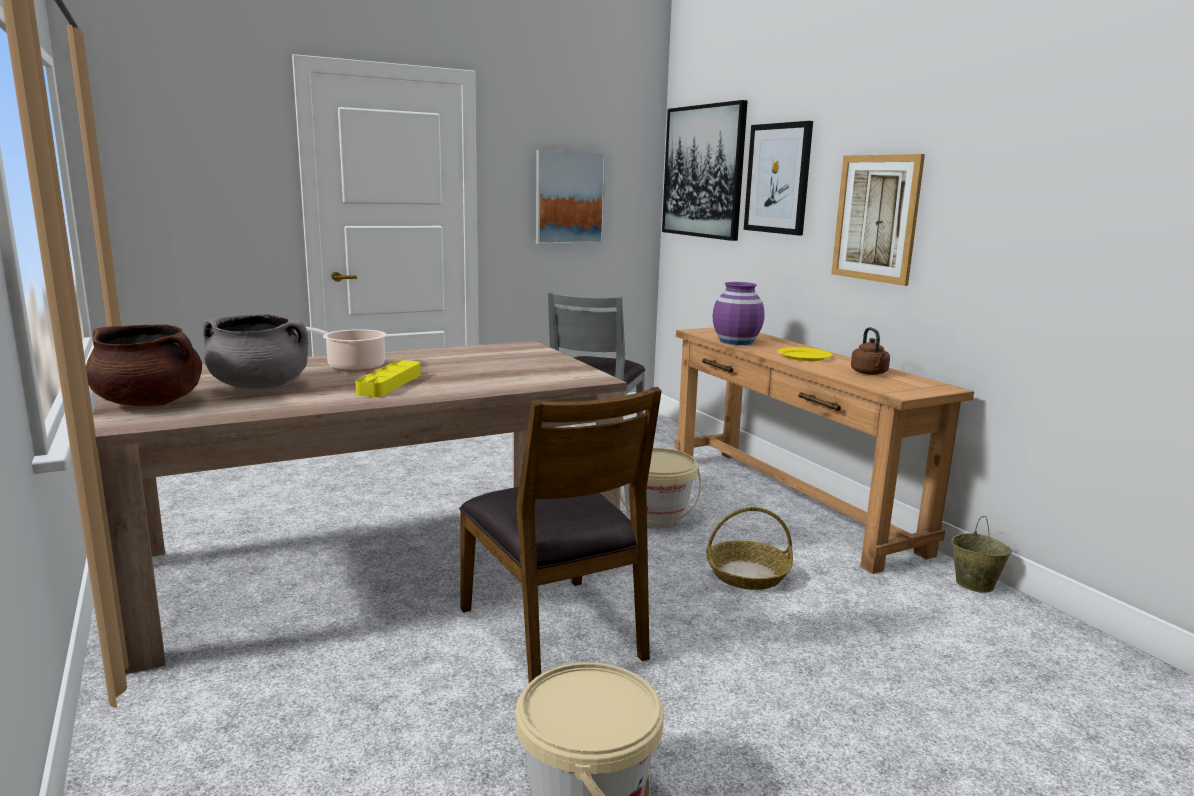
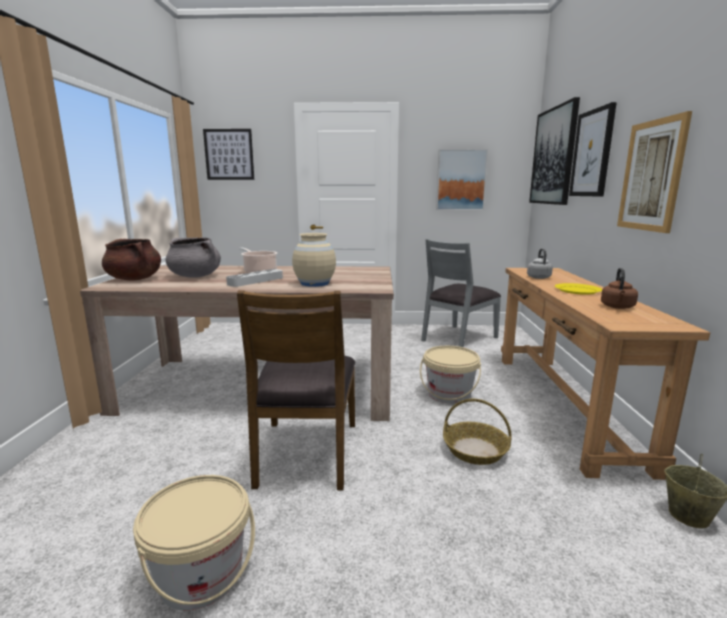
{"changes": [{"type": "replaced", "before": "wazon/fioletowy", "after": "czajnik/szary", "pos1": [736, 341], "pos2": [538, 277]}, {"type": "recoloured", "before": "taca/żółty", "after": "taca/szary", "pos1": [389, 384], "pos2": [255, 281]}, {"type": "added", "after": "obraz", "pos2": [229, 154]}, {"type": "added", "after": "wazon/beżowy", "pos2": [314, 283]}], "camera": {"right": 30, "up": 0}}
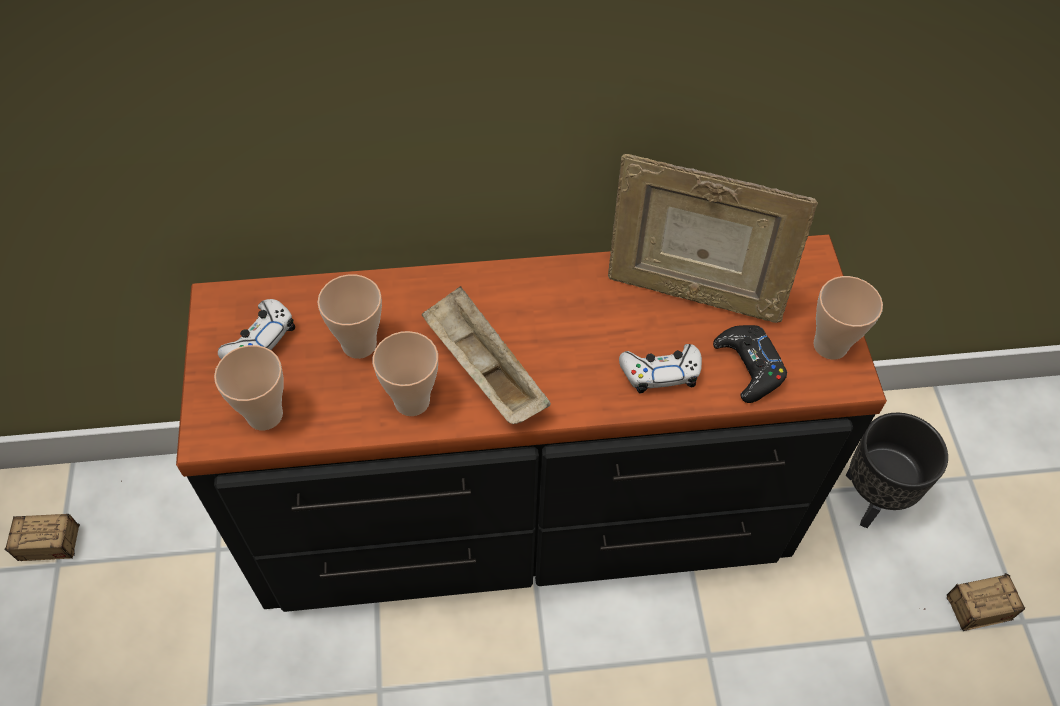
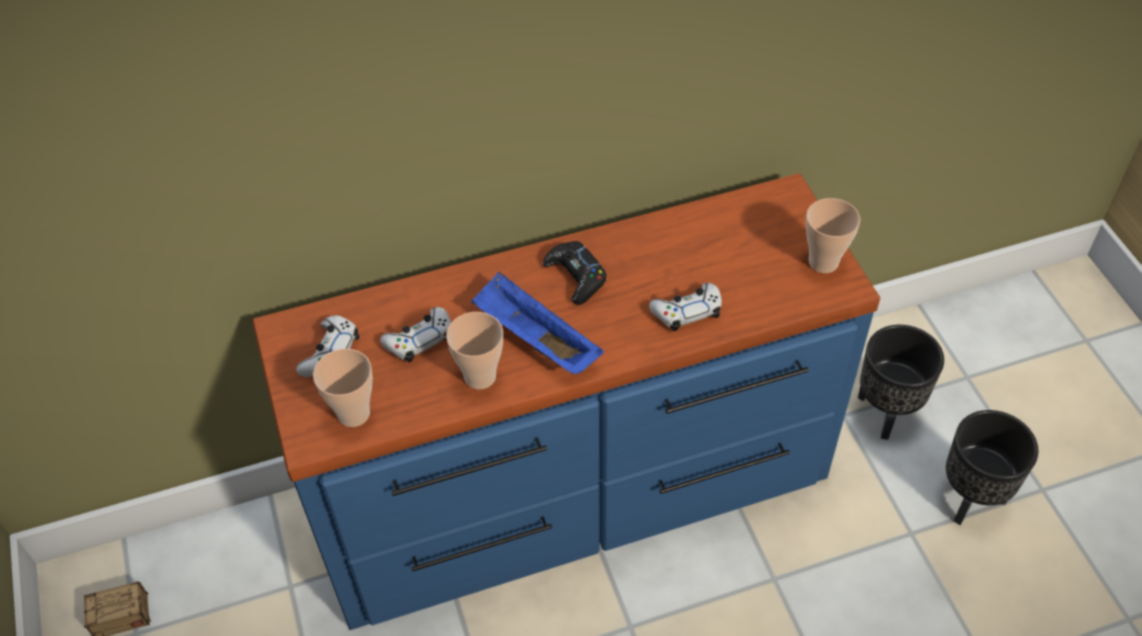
{"changes": [{"type": "removed", "before": "ramka na zdjęcie", "pos1": [692, 293]}, {"type": "recoloured", "before": "komoda/czarny", "after": "komoda/niebieski", "pos1": [525, 513], "pos2": [574, 492]}, {"type": "replaced", "before": "filiżanka", "after": "pad do gier/biały", "pos1": [359, 344], "pos2": [420, 340]}, {"type": "recoloured", "before": "taca/beżowy", "after": "taca/niebieski", "pos1": [483, 370], "pos2": [534, 339]}, {"type": "moved", "before": "pad do gier/czarny", "pos1": [748, 367], "pos2": [576, 277]}, {"type": "replaced", "before": "pojemnik do przechowywania", "after": "donica/czarny", "pos1": [943, 615], "pos2": [972, 499]}], "camera": {"right": -10, "up": -5}}
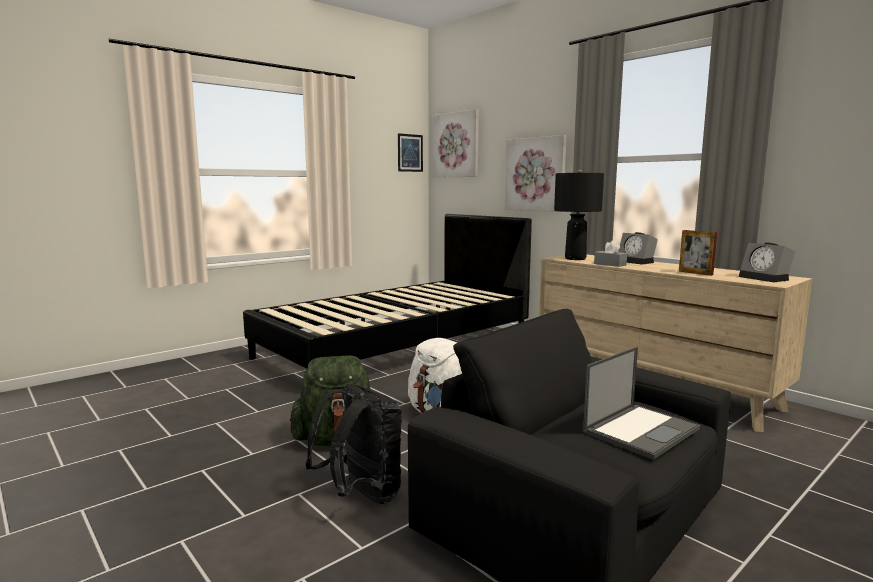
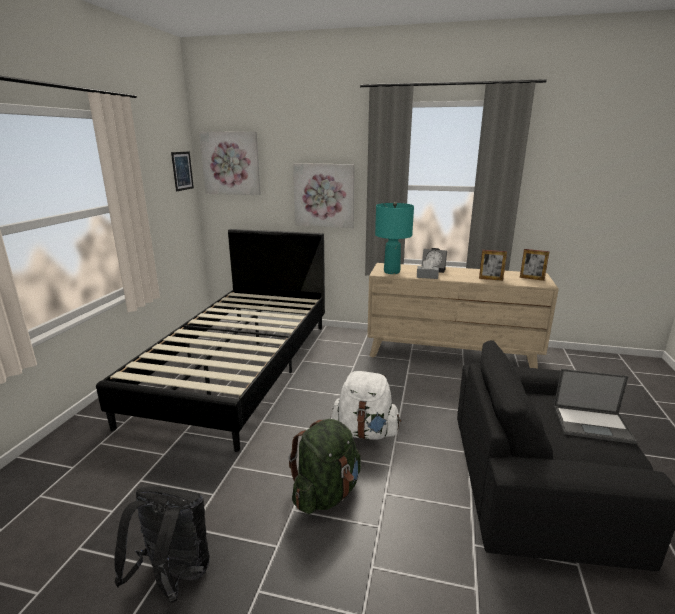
{"changes": [{"type": "recoloured", "before": "lampa stołowa/czarny", "after": "lampa stołowa/turkusowy", "pos1": [575, 259], "pos2": [392, 272]}, {"type": "replaced", "before": "budzik", "after": "ramka na zdjęcie", "pos1": [765, 278], "pos2": [531, 278]}, {"type": "turned", "before": "laptop", "pos1": [641, 430], "pos2": [592, 424], "turn": 90}, {"type": "moved", "before": "plecak/czarny", "pos1": [361, 495], "pos2": [173, 577]}], "camera": {"right": -35, "up": 10}}
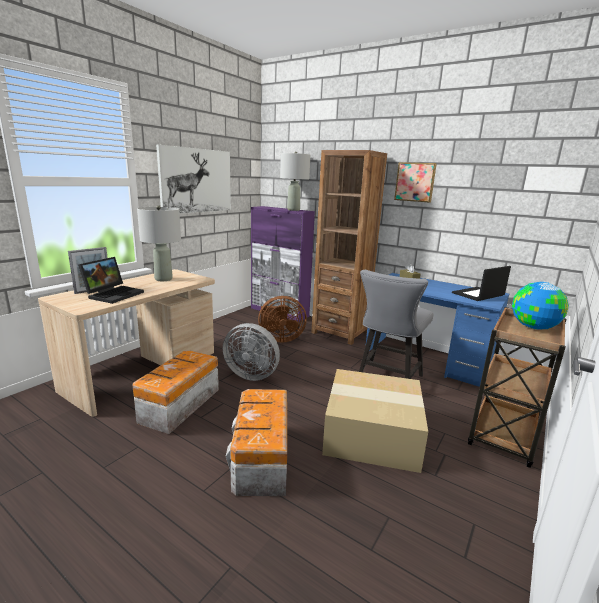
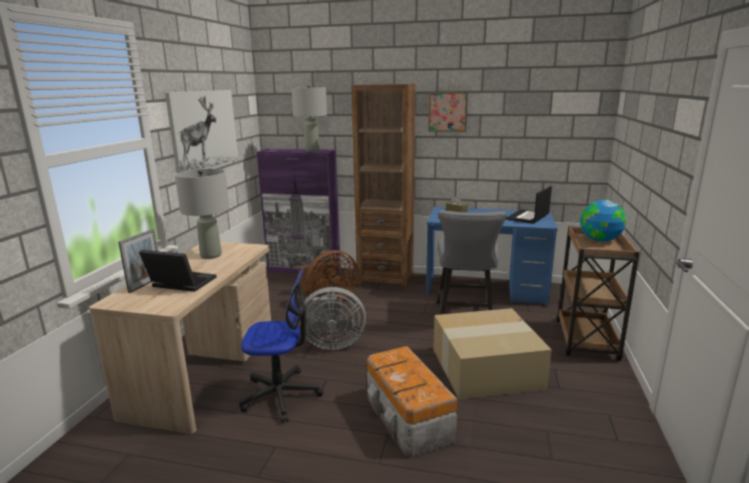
{"changes": [{"type": "turned", "before": "laptop", "pos1": [114, 294], "pos2": [179, 284], "turn": -75}, {"type": "replaced", "before": "pojemnik do przechowywania", "after": "krzesło biurowe", "pos1": [178, 406], "pos2": [281, 395]}], "camera": {"right": -20, "up": 0}}
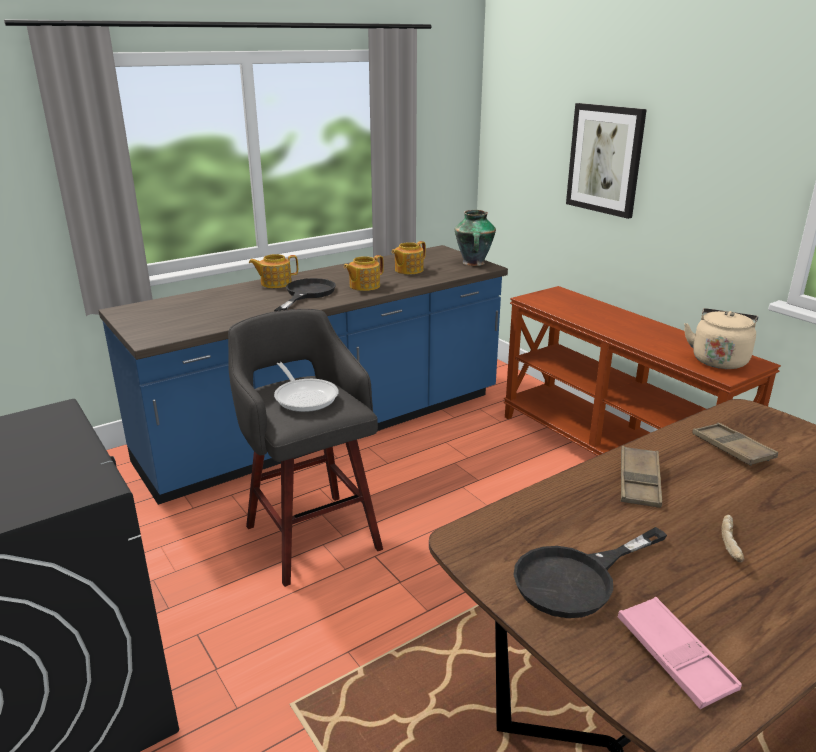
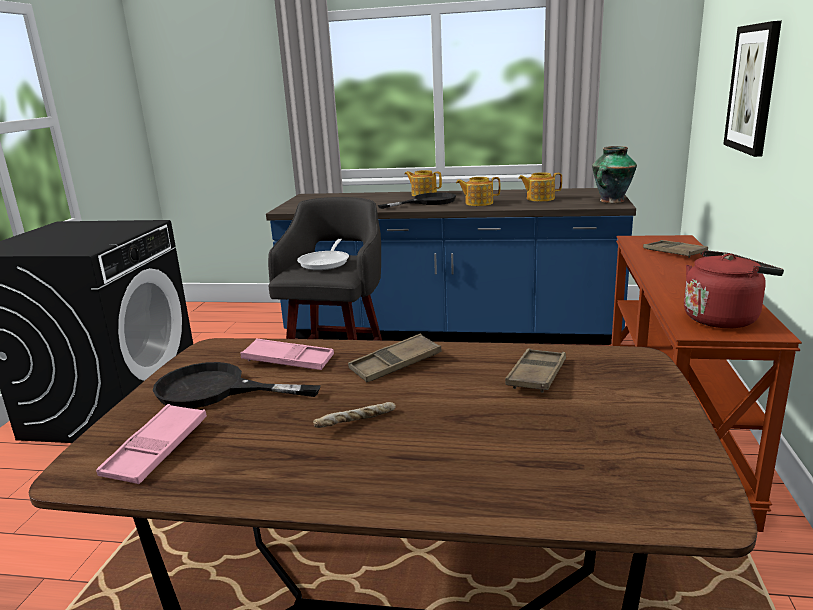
{"changes": [{"type": "recoloured", "before": "czajnik/beżowy", "after": "czajnik/czerwony", "pos1": [719, 360], "pos2": [723, 318]}, {"type": "added", "after": "taca/brązowy", "pos2": [674, 253]}, {"type": "added", "after": "taca/różowy", "pos2": [288, 361]}], "camera": {"right": 45, "up": -5}}
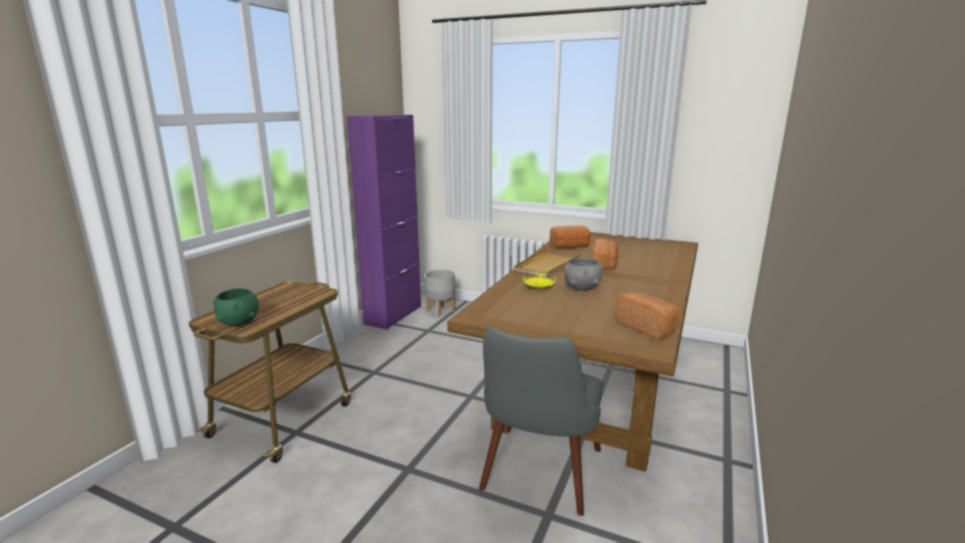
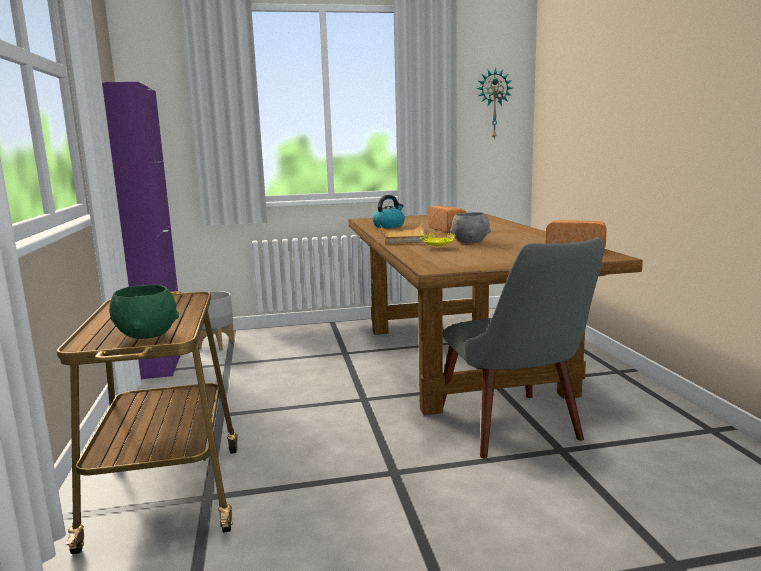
{"changes": [{"type": "replaced", "before": "chleb", "after": "czajnik", "pos1": [570, 247], "pos2": [389, 226]}, {"type": "added", "after": "zegar ścienny", "pos2": [493, 104]}], "camera": {"right": -35, "up": -5}}
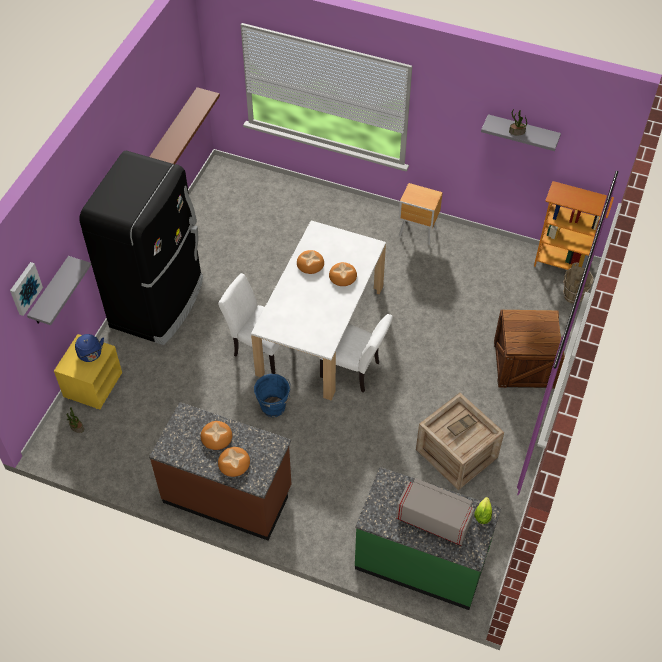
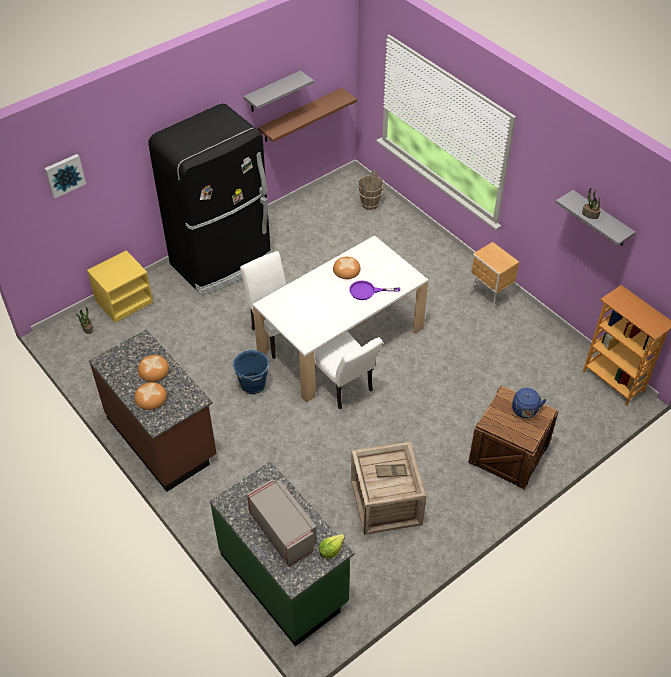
{"changes": [{"type": "moved", "before": "półka/szary", "pos1": [50, 292], "pos2": [272, 92]}, {"type": "replaced", "before": "chleb", "after": "patelnia/fioletowy", "pos1": [342, 276], "pos2": [367, 291]}, {"type": "moved", "before": "wiadro/brązowy", "pos1": [573, 296], "pos2": [370, 204]}, {"type": "moved", "before": "czajnik/niebieski", "pos1": [91, 355], "pos2": [525, 411]}], "camera": {"right": 30, "up": -5}}
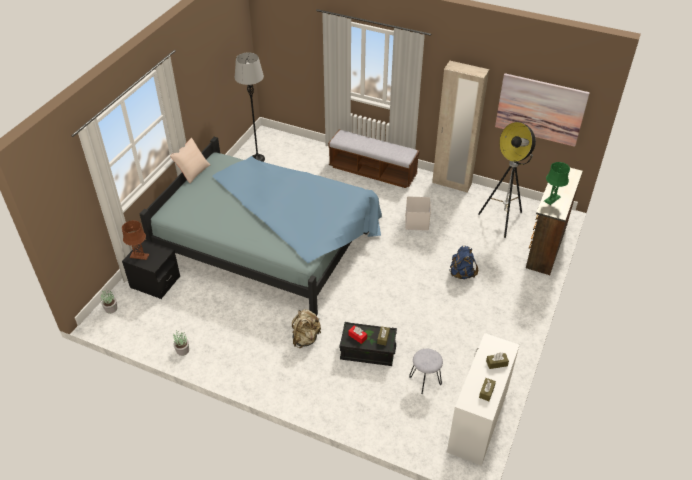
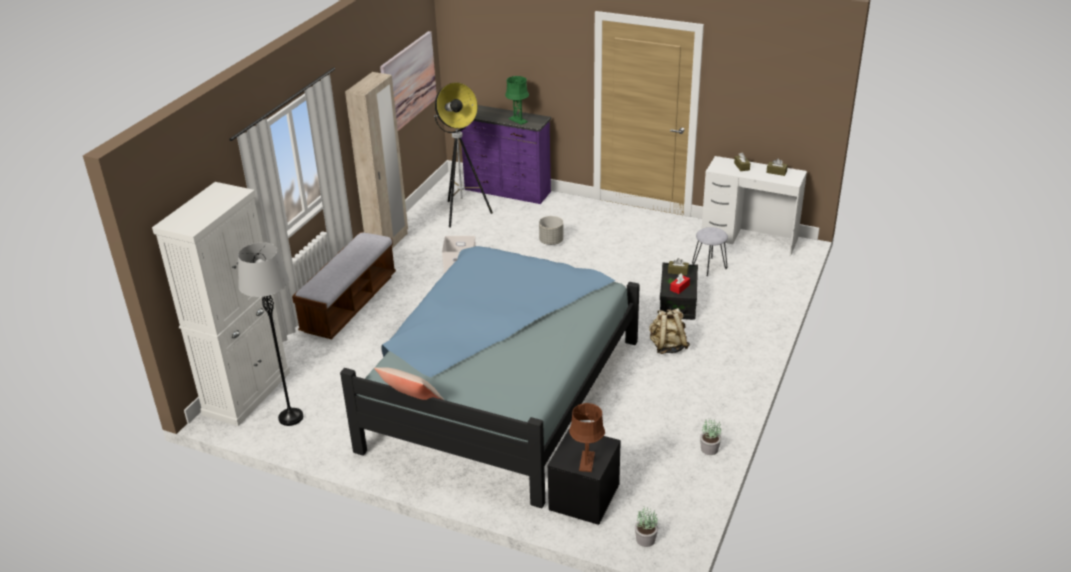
{"changes": [{"type": "recoloured", "before": "komoda/brązowy", "after": "komoda/fioletowy", "pos1": [545, 247], "pos2": [507, 191]}, {"type": "replaced", "before": "plecak/niebieski", "after": "donica/szary", "pos1": [461, 274], "pos2": [551, 241]}, {"type": "added", "after": "szafka/biały", "pos2": [247, 393]}], "camera": {"right": -90, "up": -10}}
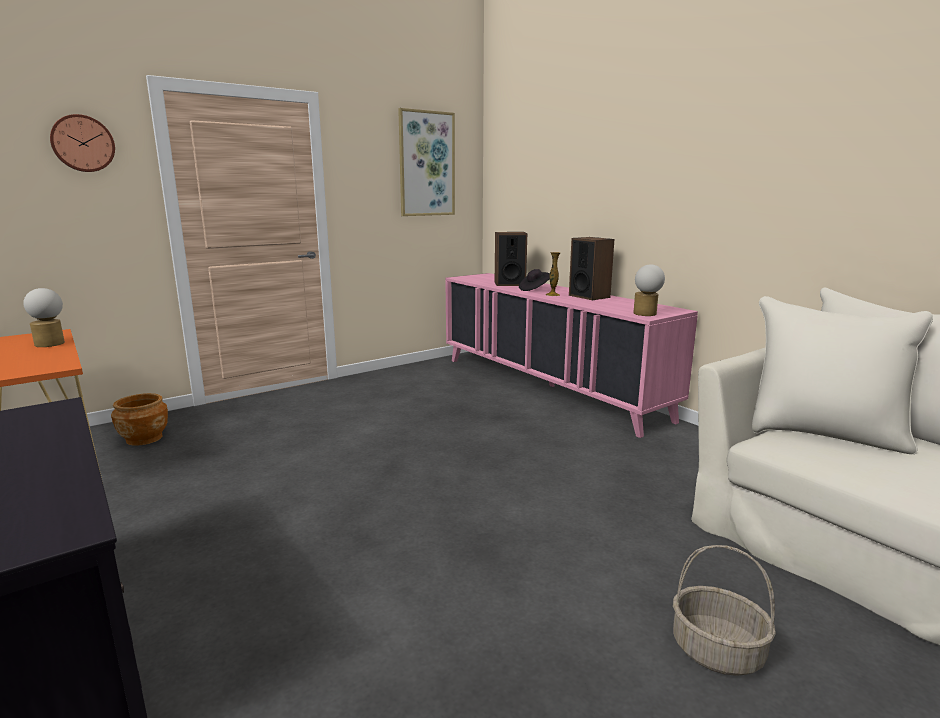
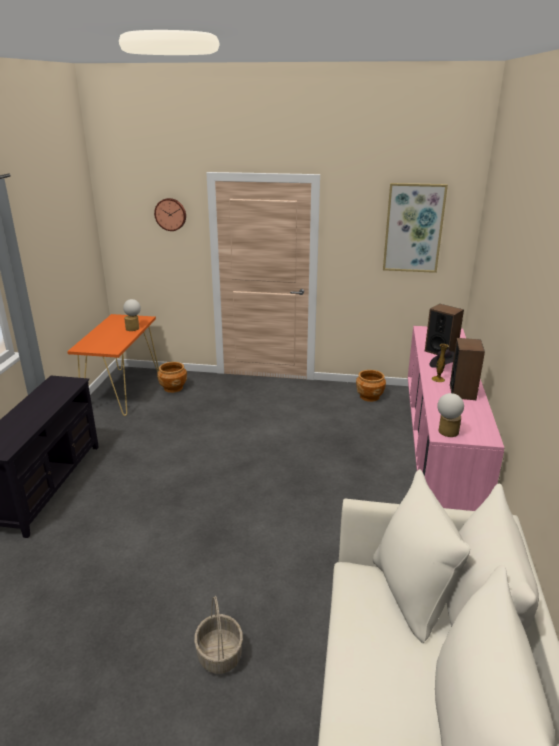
{"changes": [{"type": "added", "after": "donica/brązowy", "pos2": [369, 396]}], "camera": {"right": 45, "up": 10}}
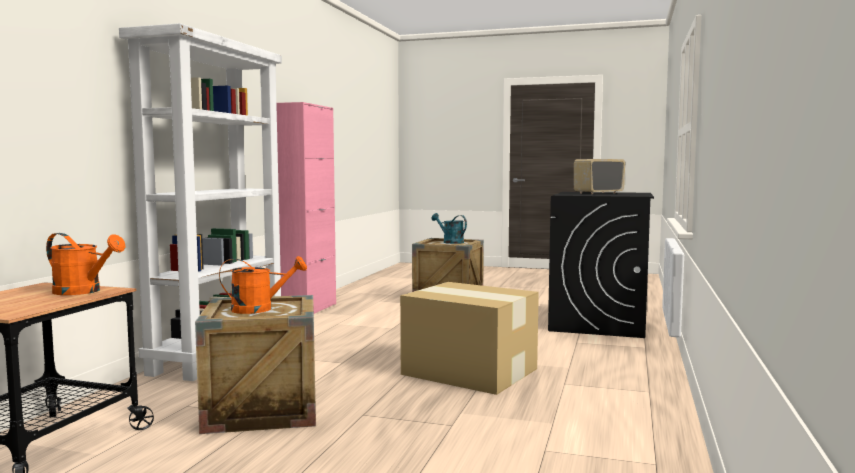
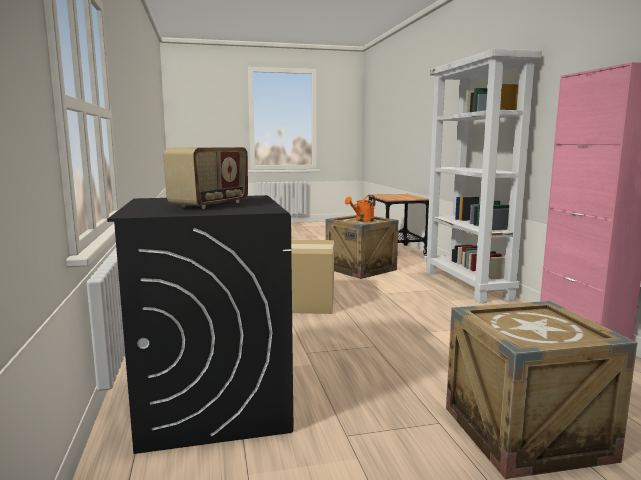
{"changes": [{"type": "removed", "before": "konewka/turkusowy", "pos1": [450, 242]}, {"type": "removed", "before": "konewka/pomarańczowy", "pos1": [83, 291]}], "camera": {"right": 150, "up": 5}}
